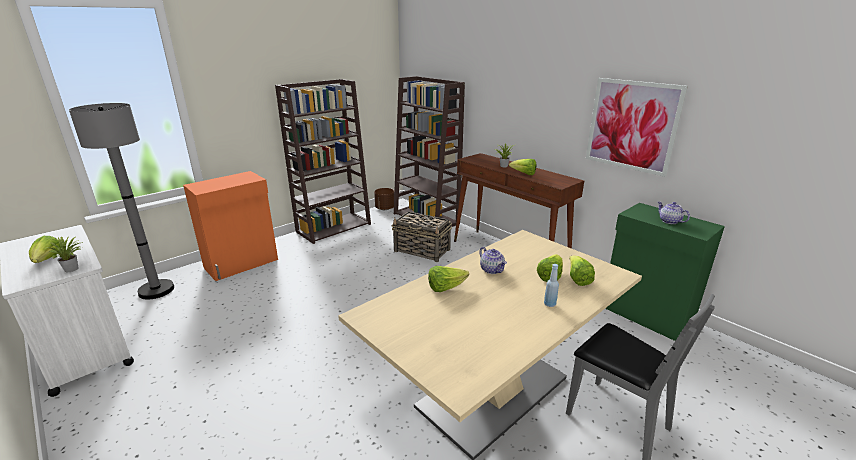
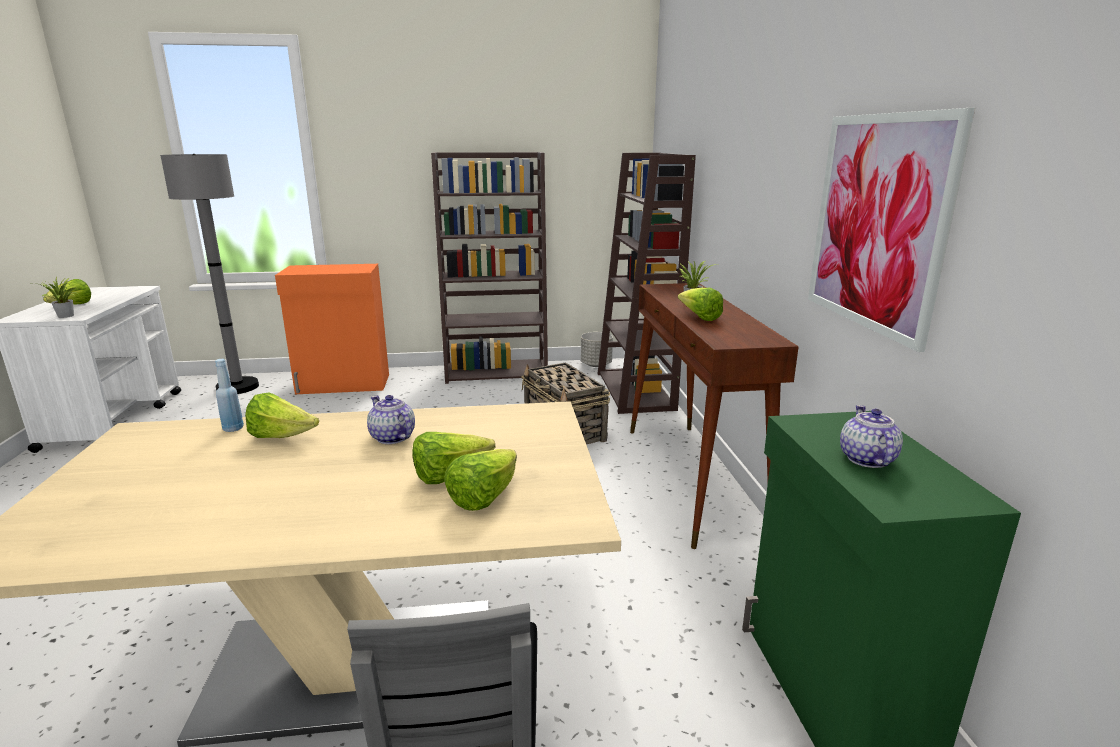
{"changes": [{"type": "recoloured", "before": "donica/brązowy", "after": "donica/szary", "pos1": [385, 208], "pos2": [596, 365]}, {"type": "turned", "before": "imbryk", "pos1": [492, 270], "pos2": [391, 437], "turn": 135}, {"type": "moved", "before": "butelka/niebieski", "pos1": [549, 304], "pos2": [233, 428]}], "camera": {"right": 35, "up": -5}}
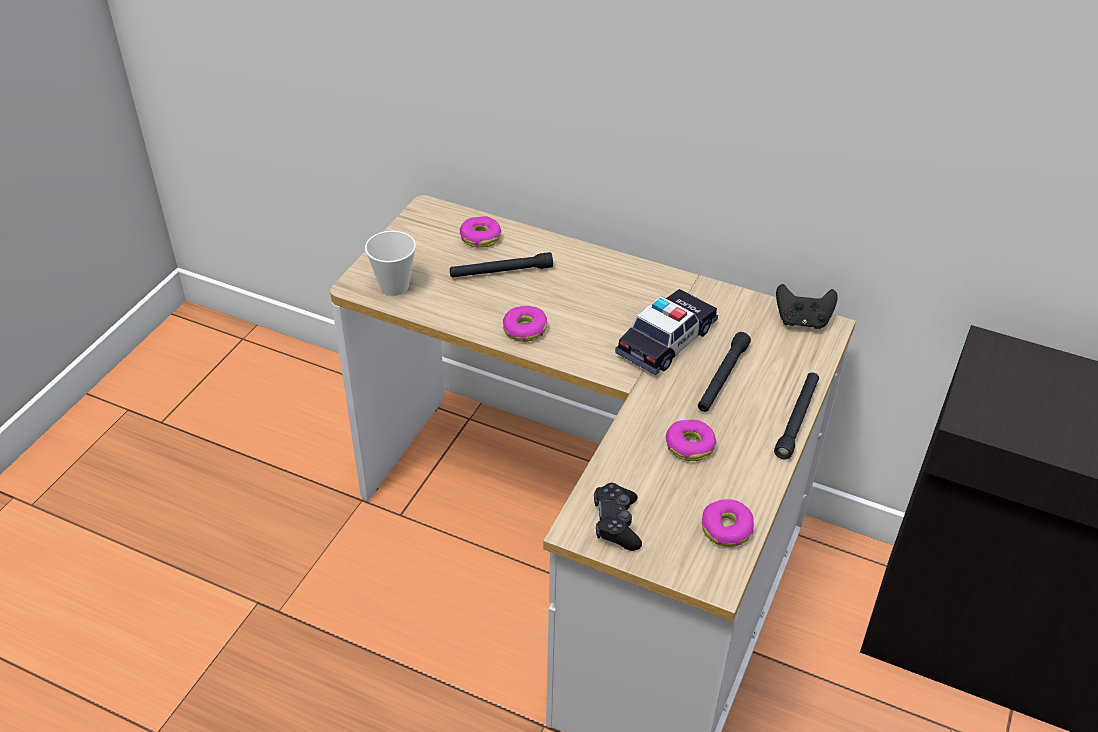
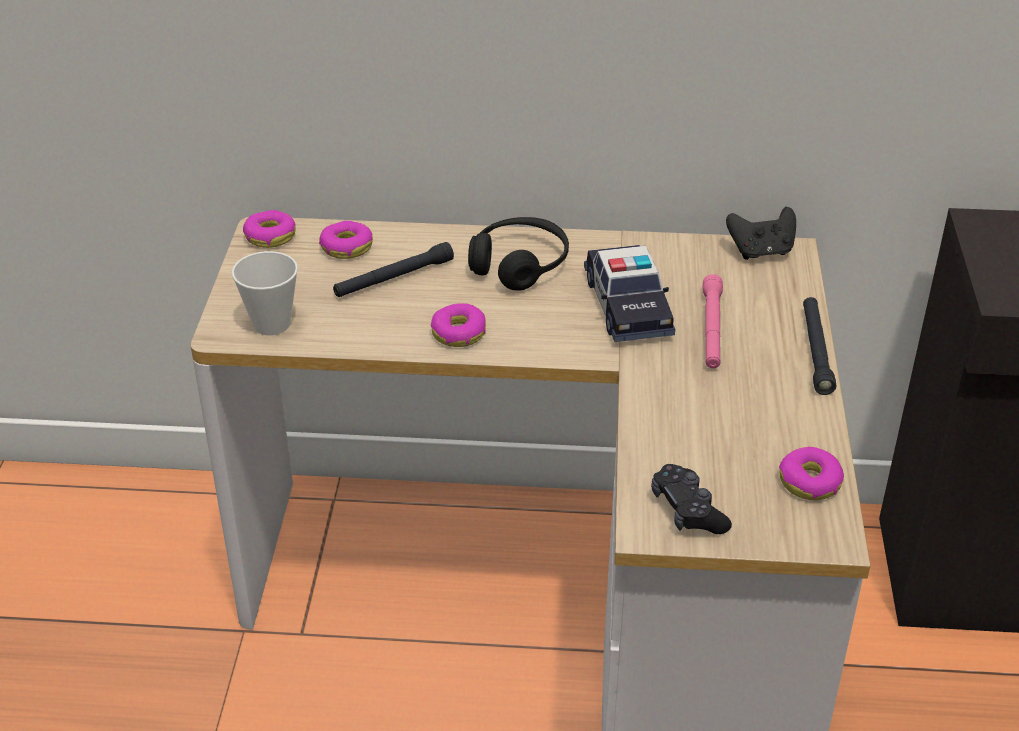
{"changes": [{"type": "turned", "before": "samochodzik", "pos1": [666, 340], "pos2": [627, 306], "turn": 150}, {"type": "recoloured", "before": "latarka/czarny", "after": "latarka/różowy", "pos1": [722, 378], "pos2": [711, 329]}, {"type": "moved", "before": "donut", "pos1": [689, 445], "pos2": [270, 236]}, {"type": "added", "after": "słuchawki/czarny", "pos2": [519, 265]}], "camera": {"right": -20, "up": -5}}
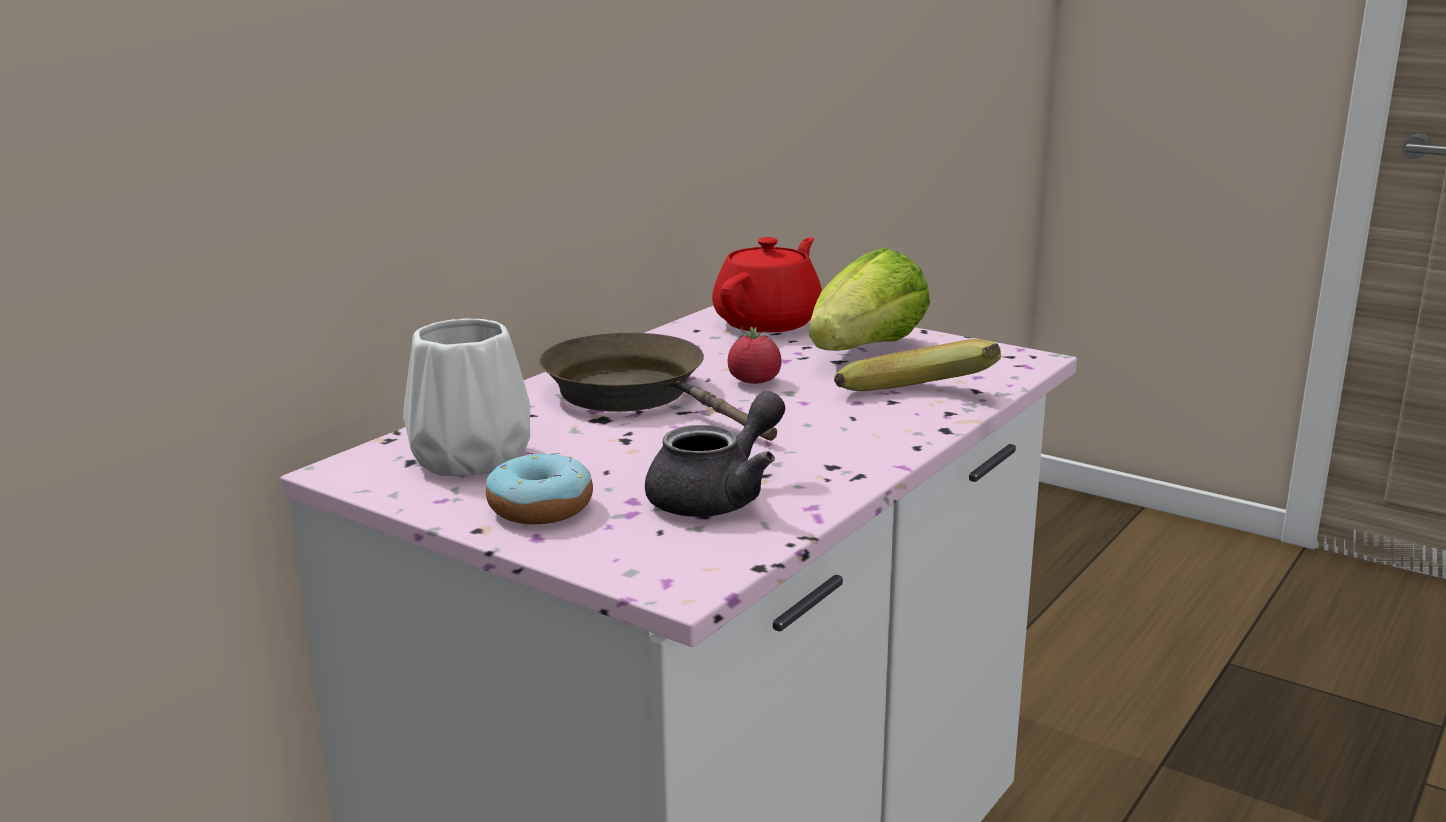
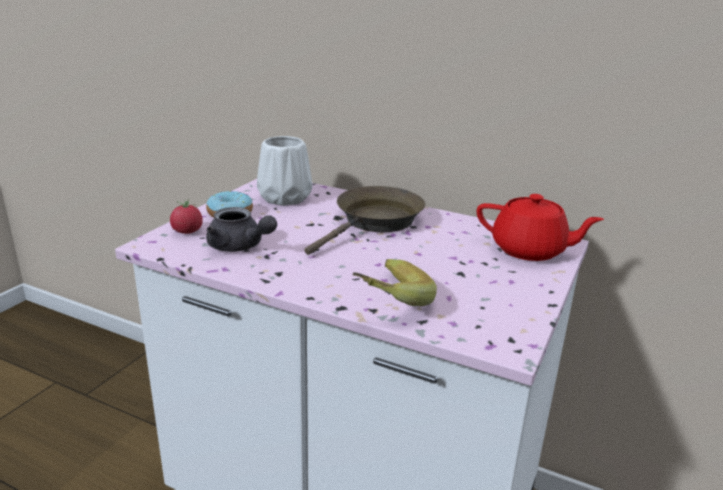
{"changes": [{"type": "removed", "before": "sałata", "pos1": [866, 351]}, {"type": "moved", "before": "pomidor", "pos1": [754, 381], "pos2": [187, 231]}], "camera": {"right": 80, "up": 5}}
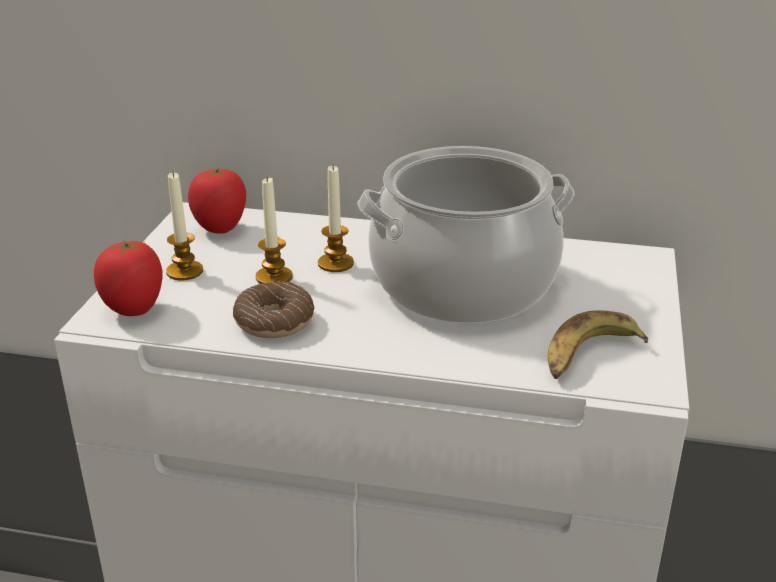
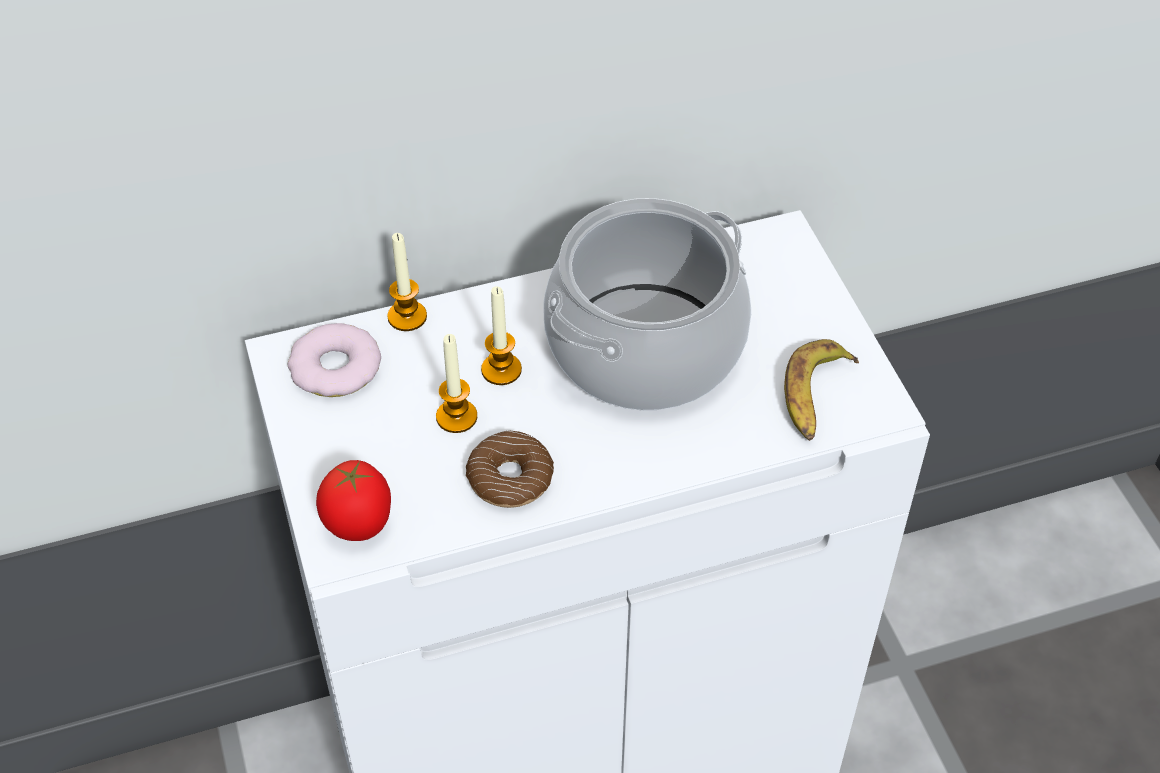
{"changes": [{"type": "replaced", "before": "pomidor", "after": "donut", "pos1": [220, 229], "pos2": [335, 368]}, {"type": "moved", "before": "świeca", "pos1": [184, 271], "pos2": [407, 317]}], "camera": {"right": -30, "up": 20}}
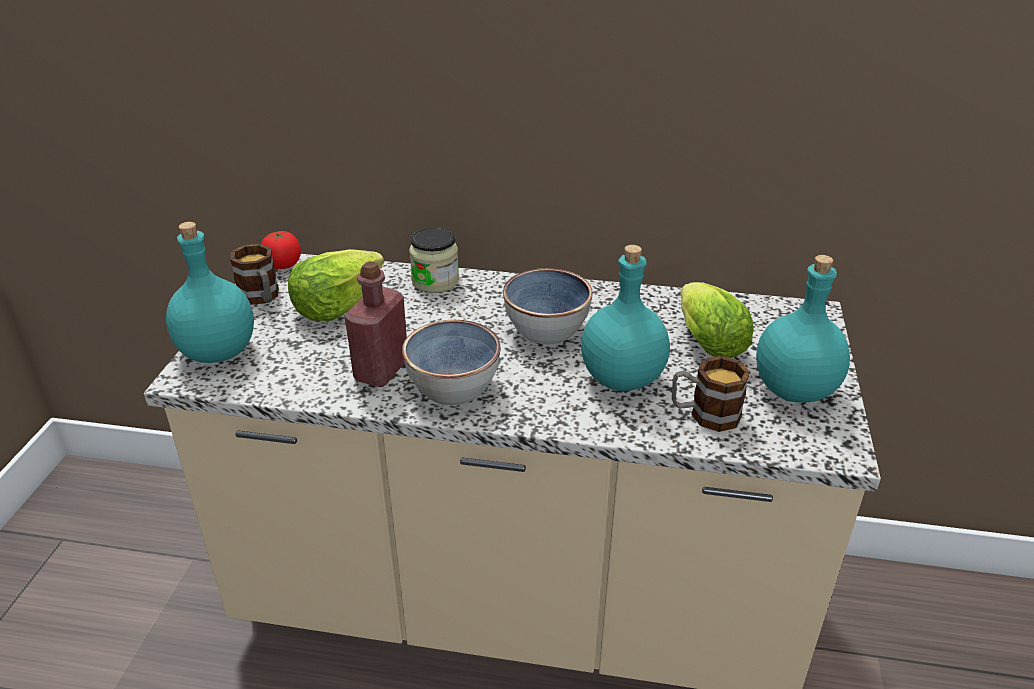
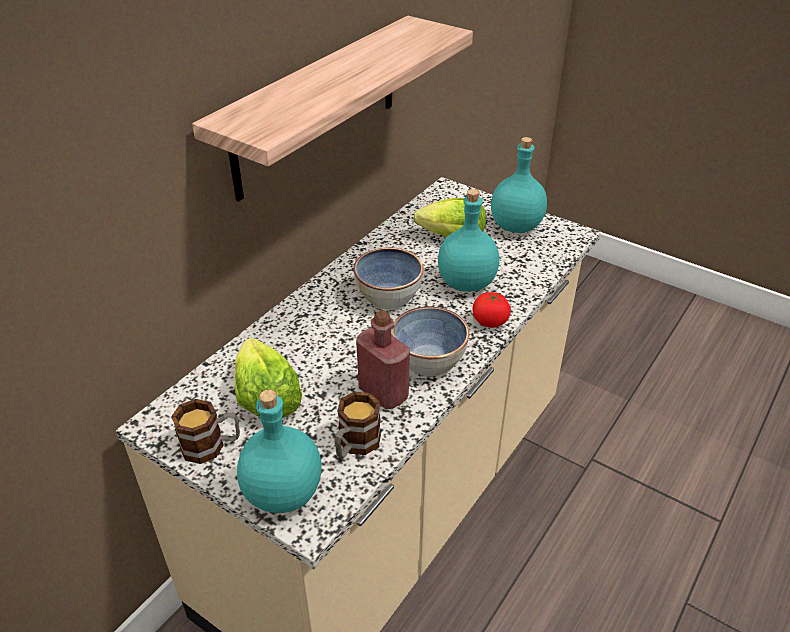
{"changes": [{"type": "removed", "before": "słoik", "pos1": [435, 281]}, {"type": "moved", "before": "pomidor", "pos1": [283, 264], "pos2": [490, 321]}, {"type": "moved", "before": "kubek", "pos1": [704, 414], "pos2": [355, 445]}, {"type": "added", "after": "półka", "pos2": [317, 106]}], "camera": {"right": -65, "up": 5}}
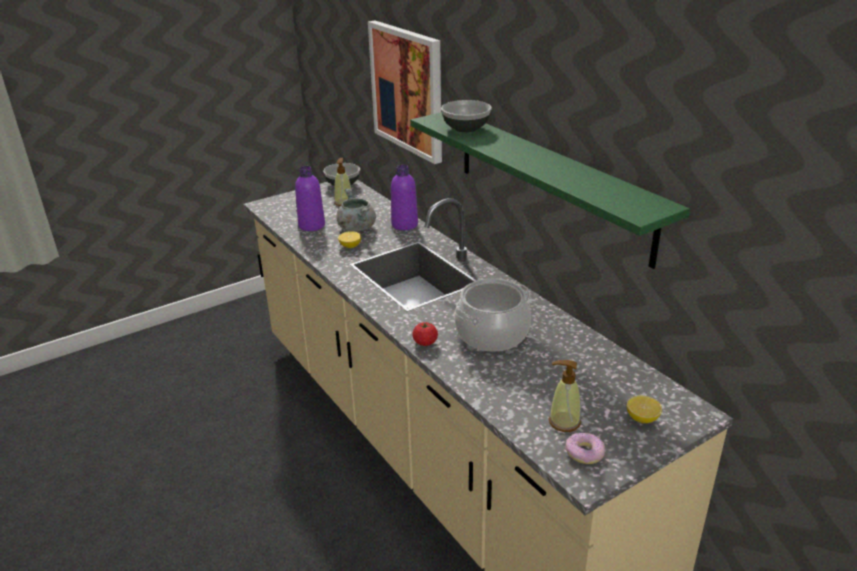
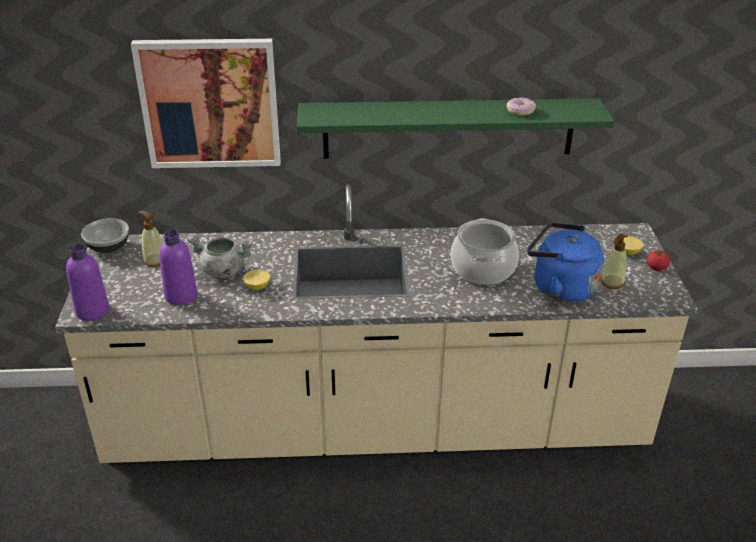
{"changes": [{"type": "removed", "before": "miska", "pos1": [466, 129]}, {"type": "moved", "before": "butelka/fioletowy", "pos1": [404, 225], "pos2": [92, 311]}, {"type": "moved", "before": "pomidor", "pos1": [425, 342], "pos2": [656, 268]}, {"type": "moved", "before": "donut", "pos1": [584, 452], "pos2": [520, 110]}, {"type": "added", "after": "czajnik/niebieski", "pos2": [560, 287]}], "camera": {"right": -60, "up": 5}}
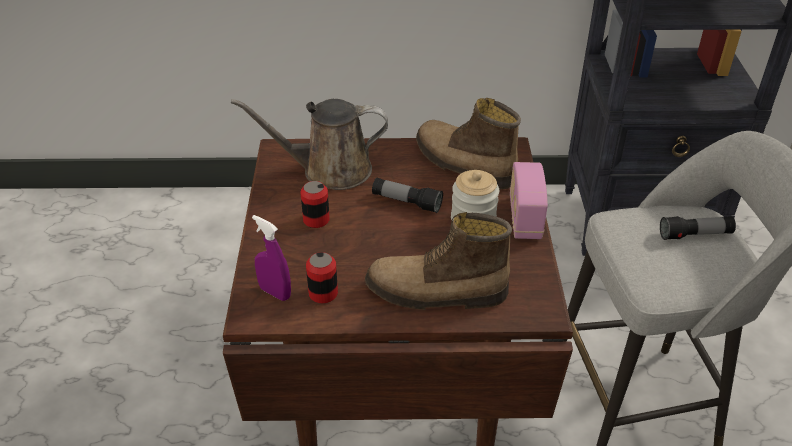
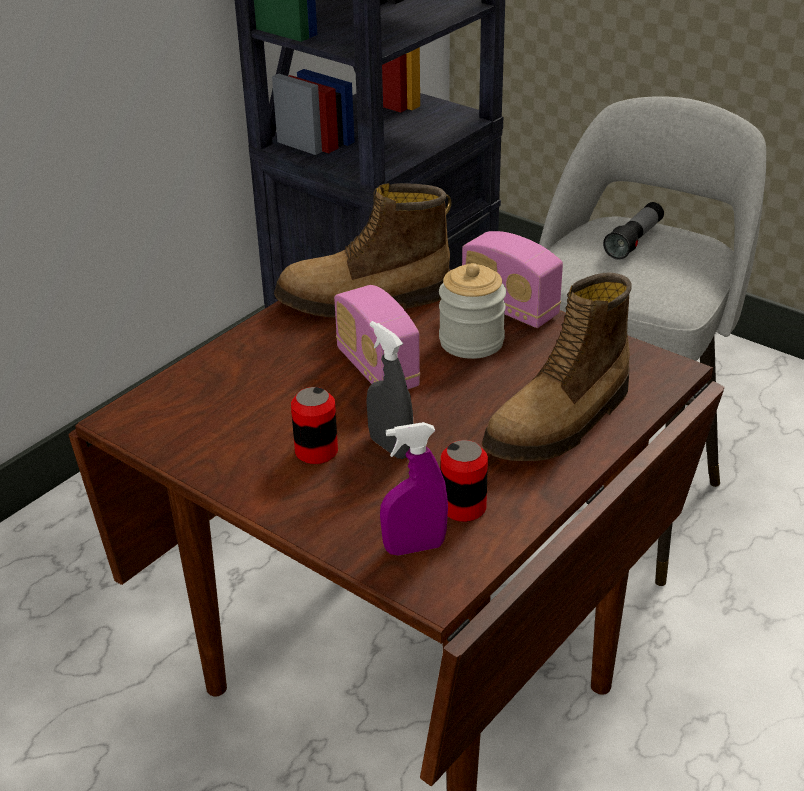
{"changes": [{"type": "removed", "before": "konewka/brązowy", "pos1": [329, 170]}, {"type": "replaced", "before": "latarka", "after": "radio", "pos1": [406, 202], "pos2": [377, 370]}, {"type": "added", "after": "spryskiwacz/szary", "pos2": [390, 447]}], "camera": {"right": -50, "up": -5}}
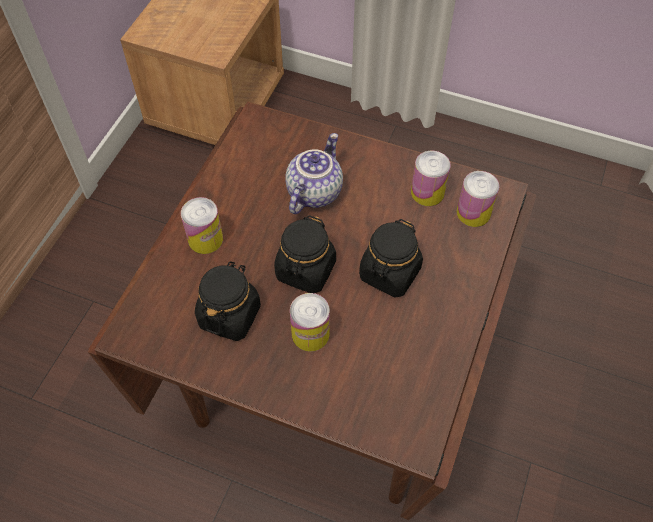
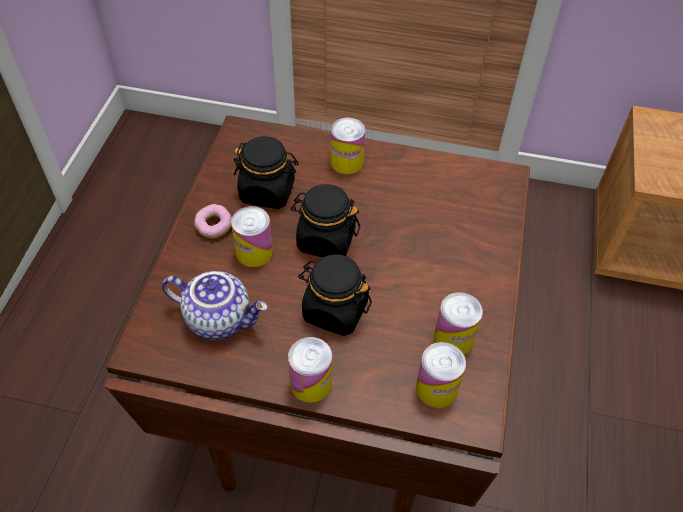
{"changes": [{"type": "moved", "before": "imbryk", "pos1": [313, 191], "pos2": [220, 318]}, {"type": "added", "after": "donut", "pos2": [214, 227]}, {"type": "added", "after": "puszka", "pos2": [311, 383]}], "camera": {"right": 80, "up": -5}}
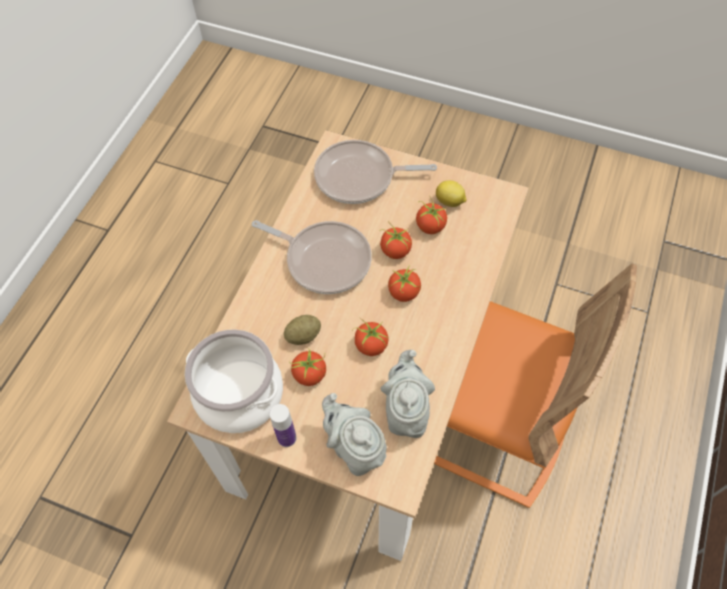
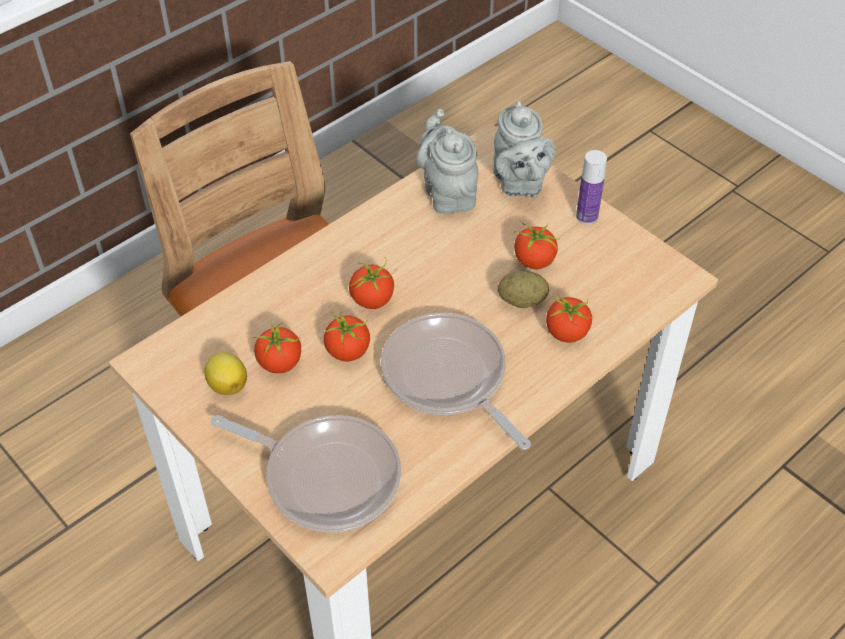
{"changes": [{"type": "moved", "before": "pomidor", "pos1": [371, 345], "pos2": [567, 333]}, {"type": "removed", "before": "garnek", "pos1": [239, 395]}, {"type": "turned", "before": "imbryk/szary", "pos1": [406, 412], "pos2": [448, 193], "turn": 135}], "camera": {"right": -155, "up": -10}}
